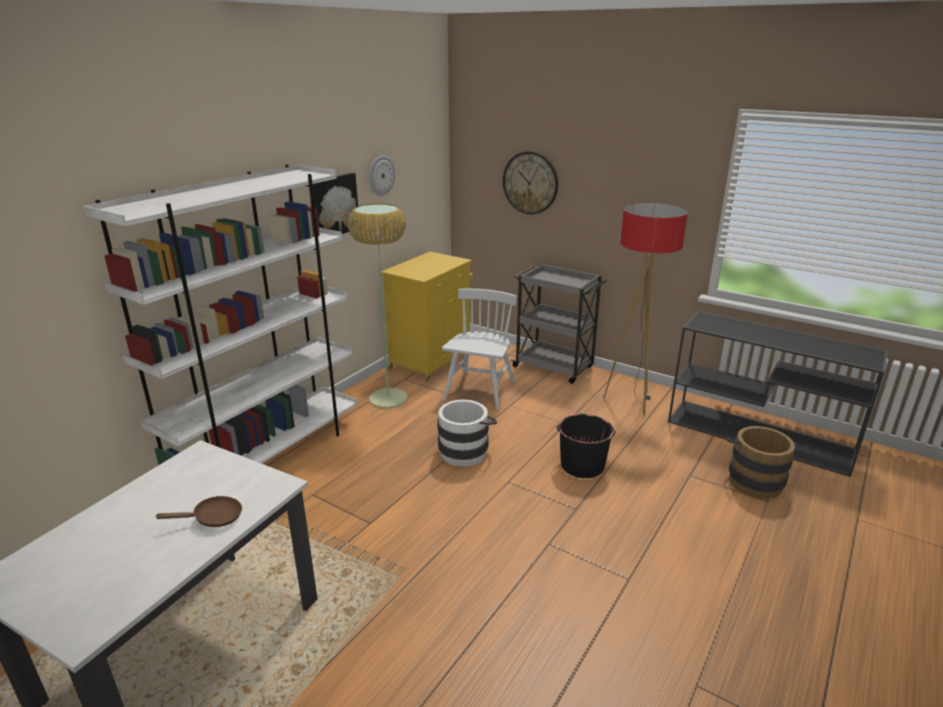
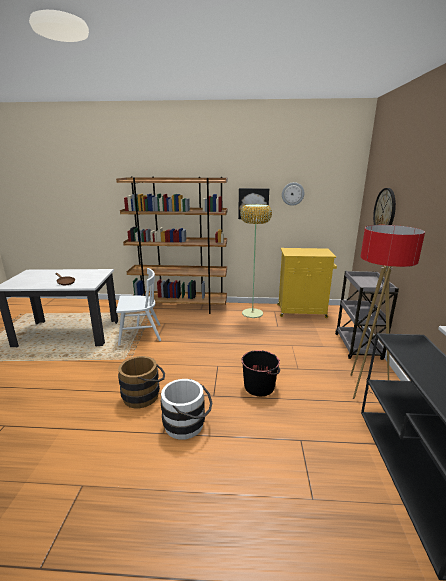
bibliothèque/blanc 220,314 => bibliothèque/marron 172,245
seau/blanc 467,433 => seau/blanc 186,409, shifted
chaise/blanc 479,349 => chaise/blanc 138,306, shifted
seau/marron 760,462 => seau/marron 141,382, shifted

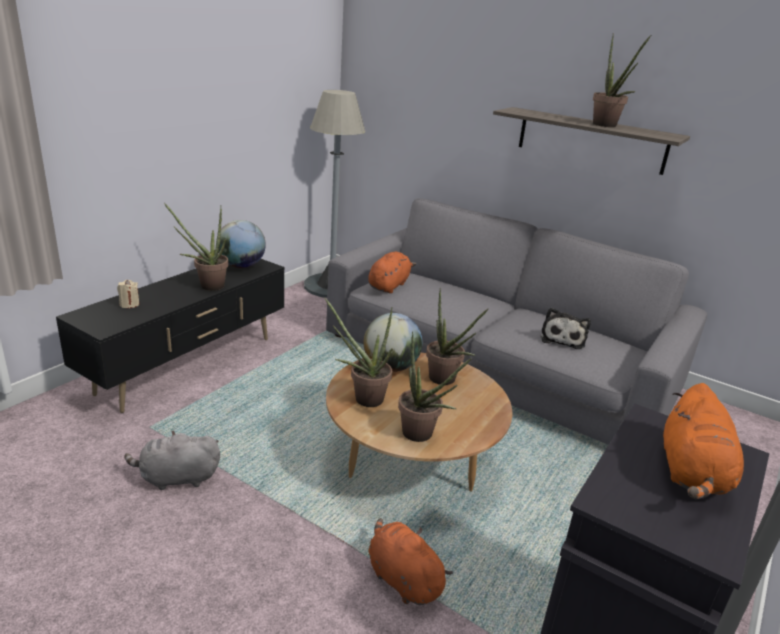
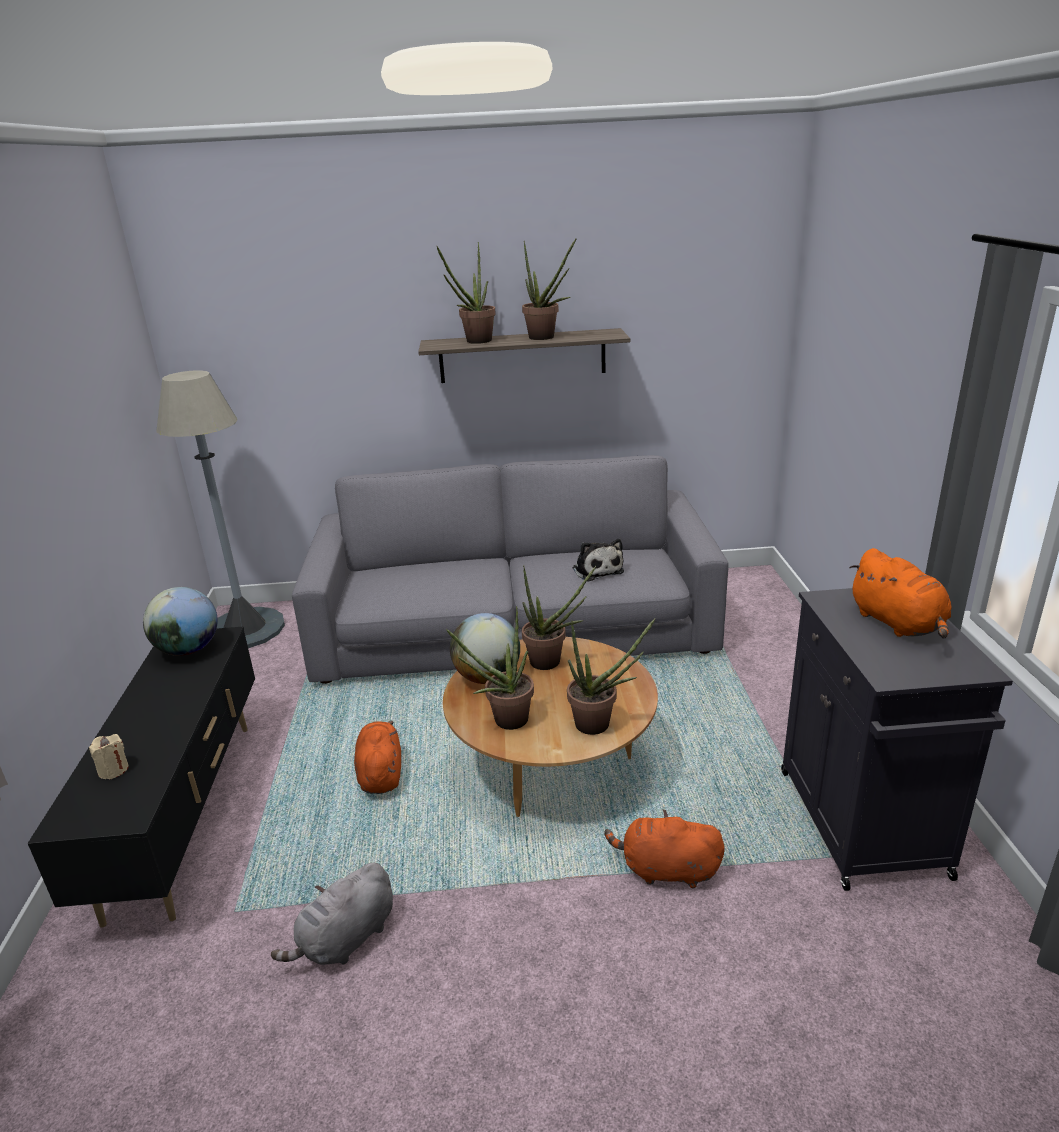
plante en pot 196,247 => plante en pot 466,293, shifted
peluche/orange 392,272 => peluche/orange 377,757, shifted

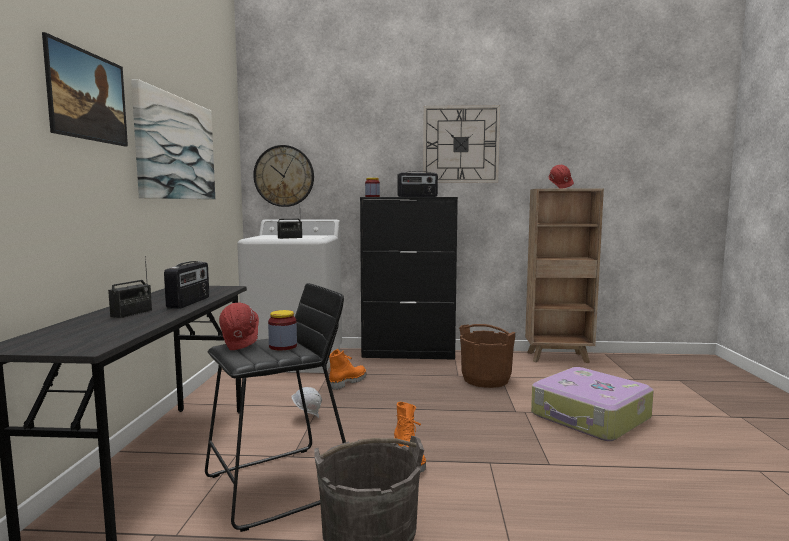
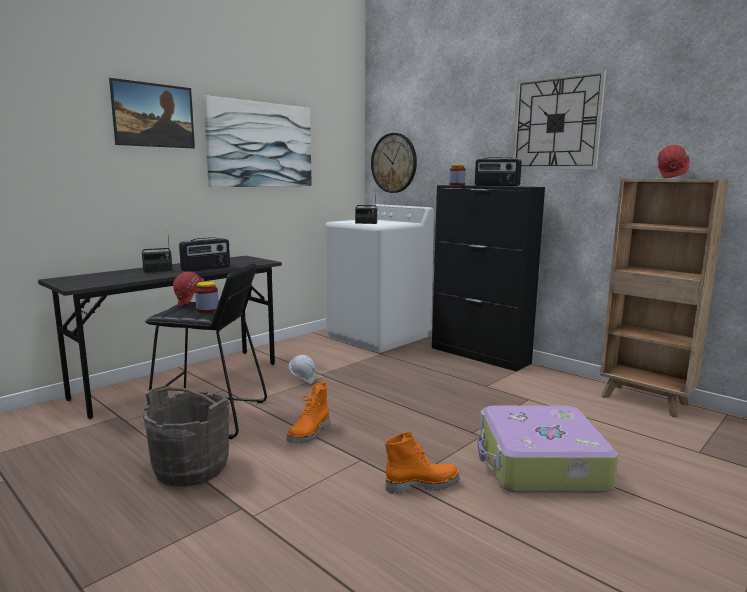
botte/orange 348,369 => botte/orange 422,462, shifted
seau/marron 487,356 => nothing

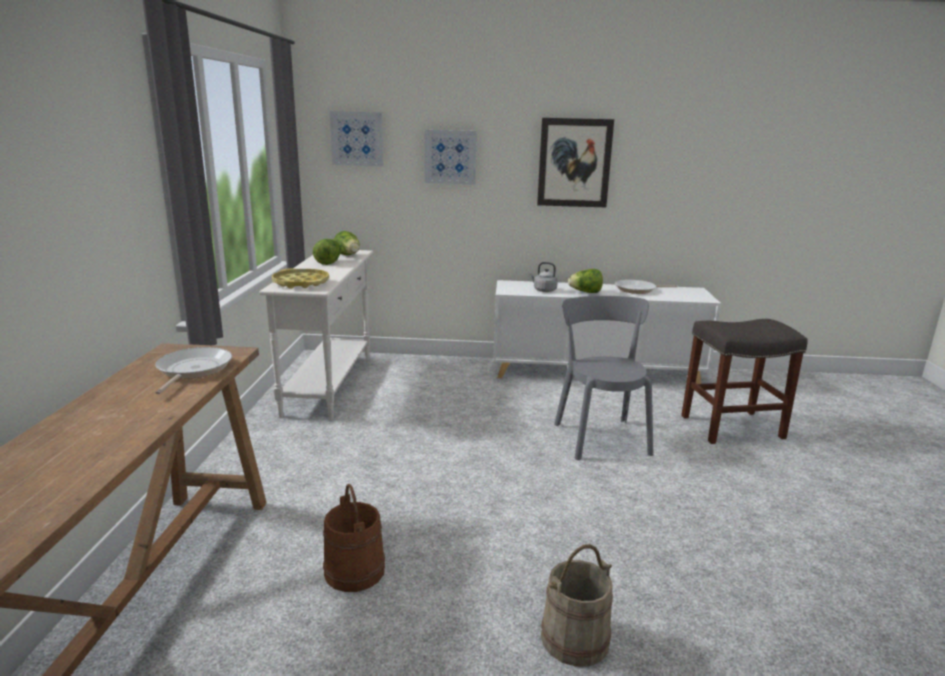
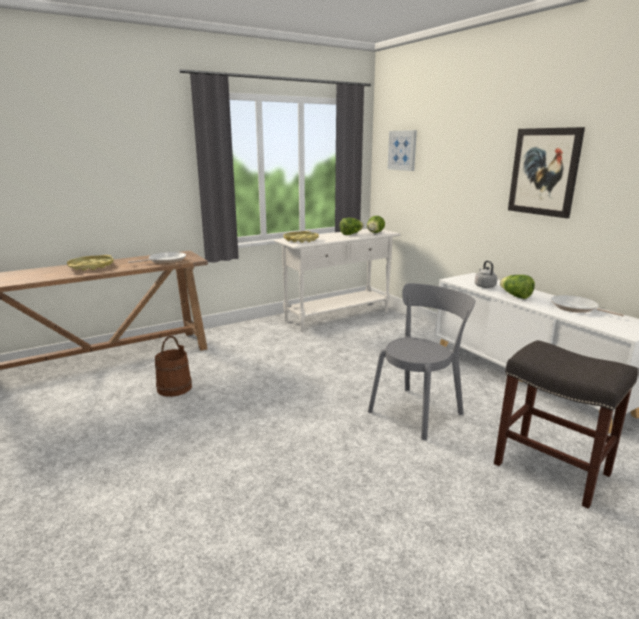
tableau 450,157 => nothing
seau/beige 577,605 => nothing
nothing => plateau/jaune 90,262

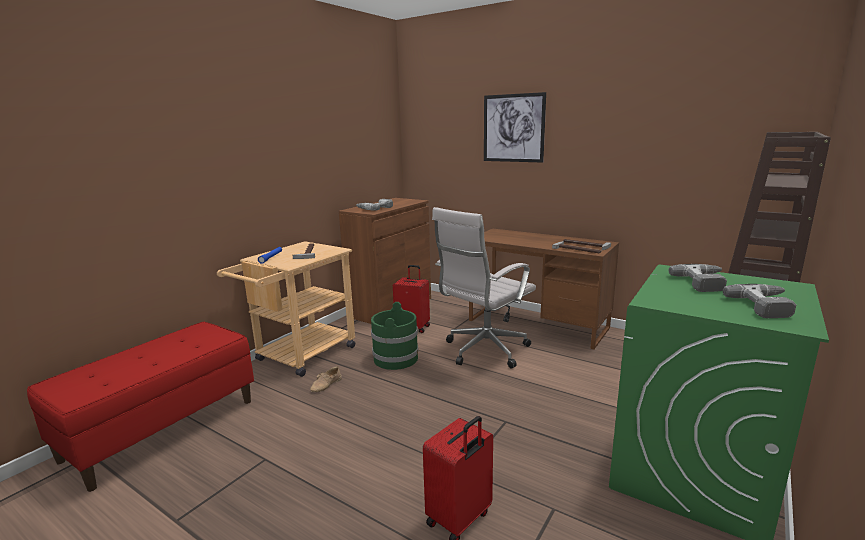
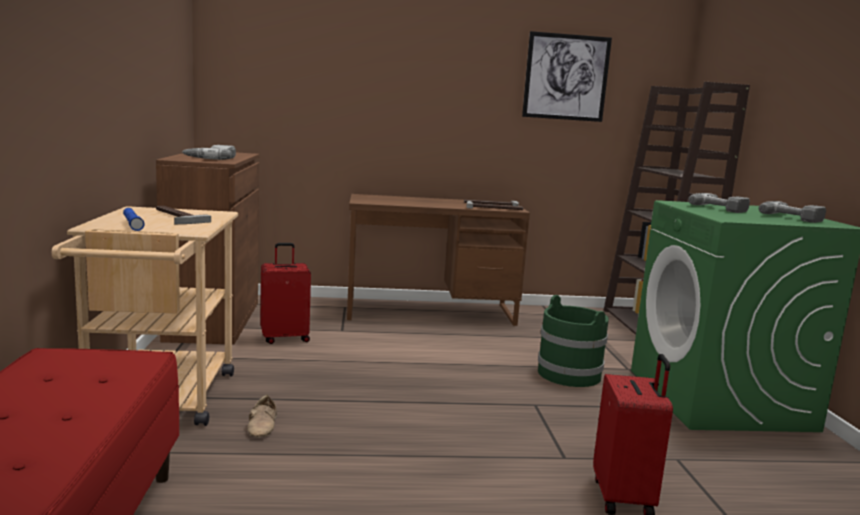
seau/vert 394,336 => seau/vert 573,341, shifted
chaise de bureau/blanc 484,287 => nothing
tableau 515,127 => tableau 567,76, shifted

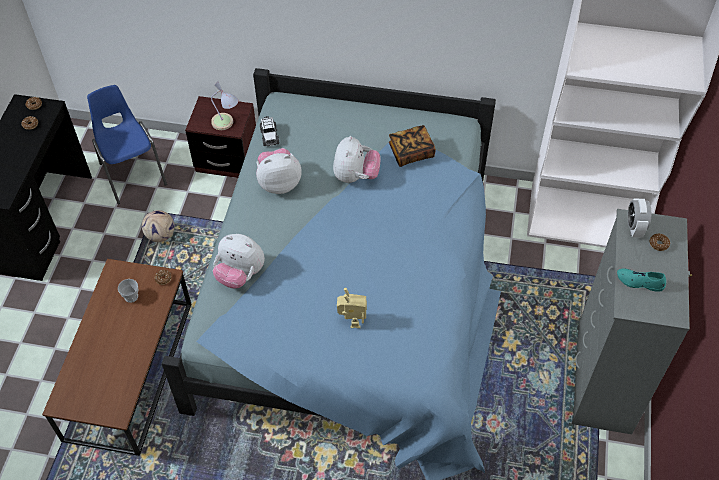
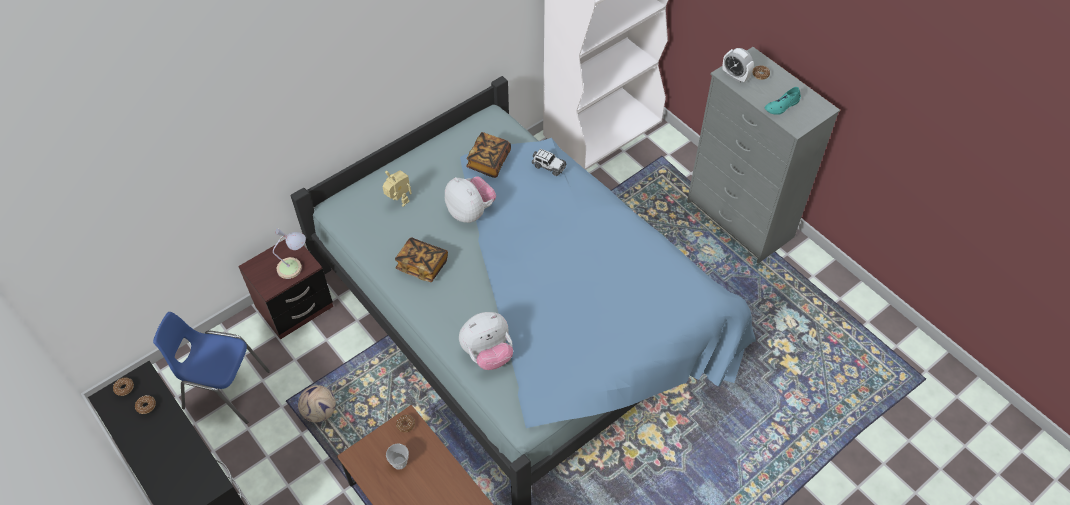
peluche 279,171 => livre 421,259
petite voiture 269,131 => petite voiture 549,162, shifted
robot jouet 352,308 => robot jouet 396,188, shifted

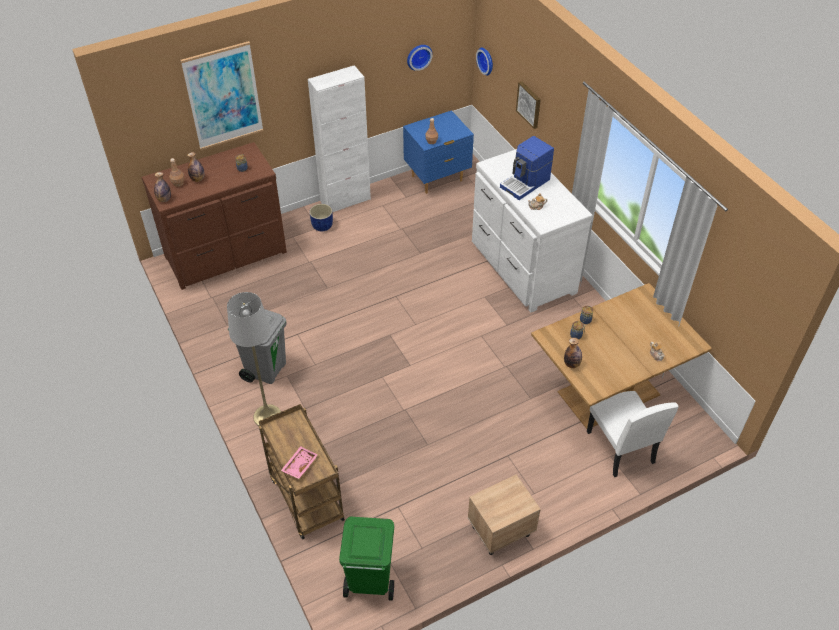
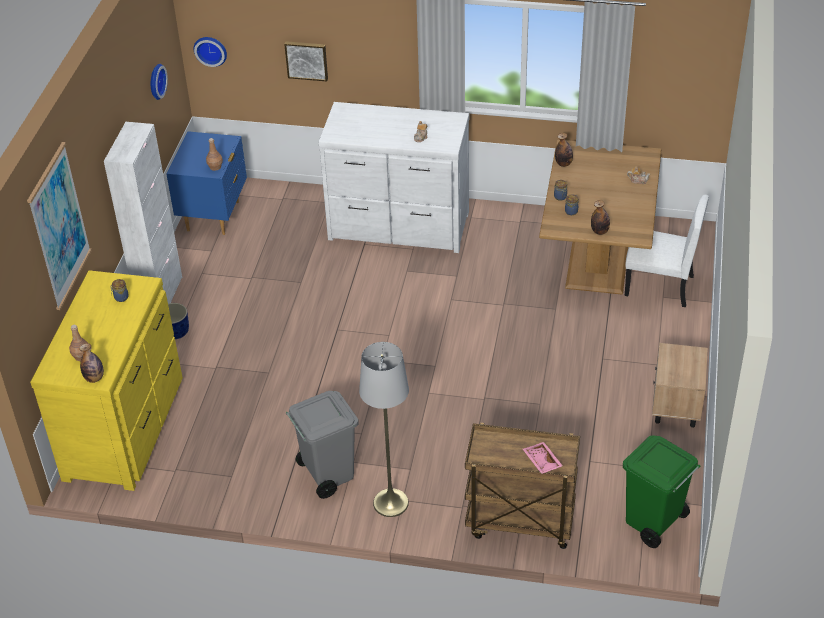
commode/marron 214,216 => commode/jaune 106,380
bouteille 196,167 => bouteille 564,150, shifted
machine à café 527,168 => nothing

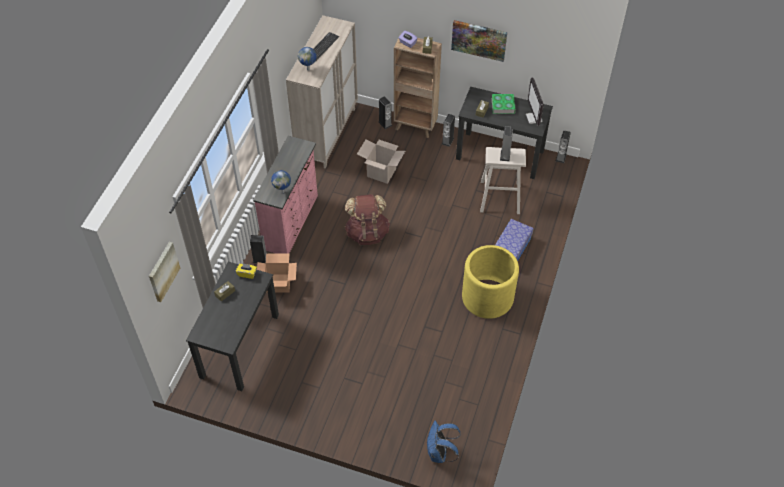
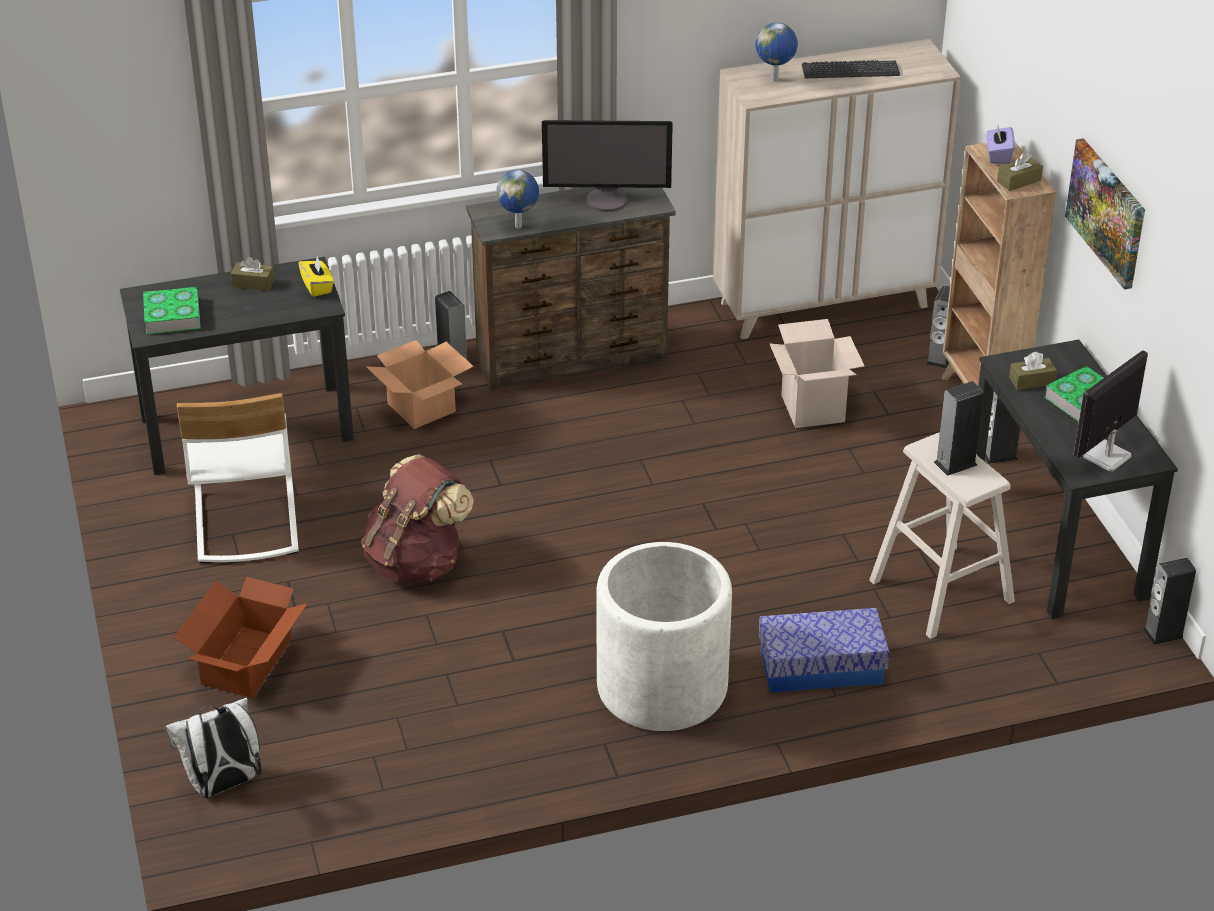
tableau 164,272 => nothing
commode/rose 285,195 => commode/marron 571,289
sac à dos/marron 367,219 => sac à dos/marron 417,518, shifted
sac à dos/bleu 443,441 => sac à dos/blanc 213,747
cache-pot/jaune 490,282 => cache-pot/blanc 664,636
nothing => livre 172,311
nothing => carton 241,637
nothing => chaise/blanc 238,478
nothing => écran d'ordinateur 607,166

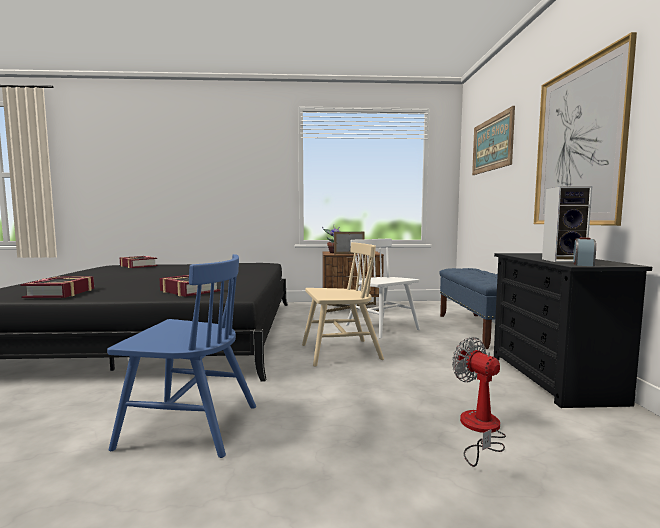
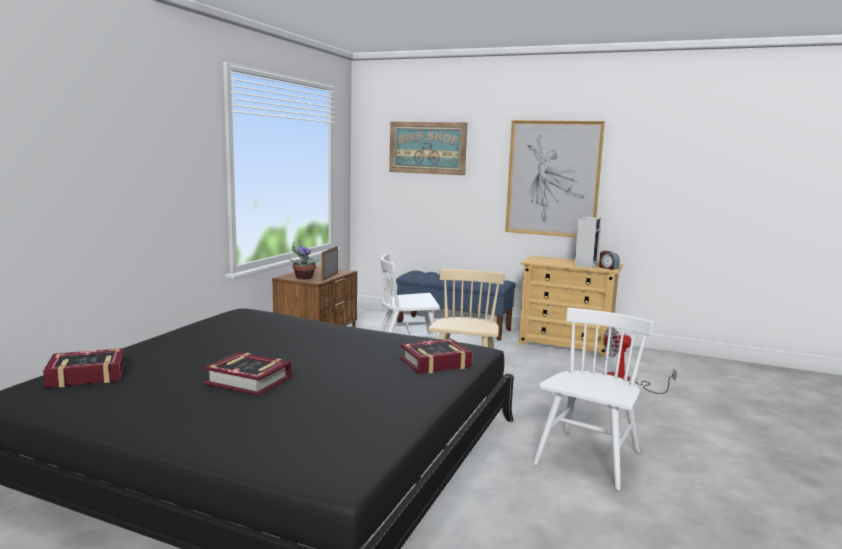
livre 57,287 => livre 247,374, shifted
chaise/bleu 181,356 => chaise/blanc 593,399
commode/noir 573,330 => commode/beige 571,306

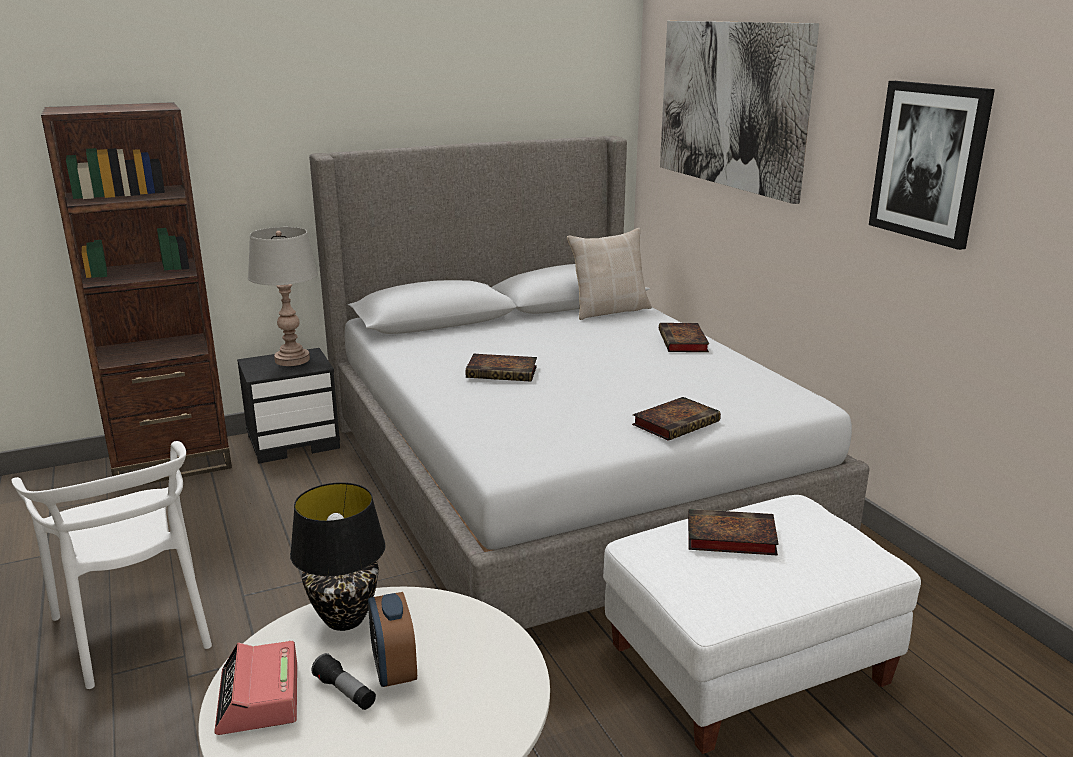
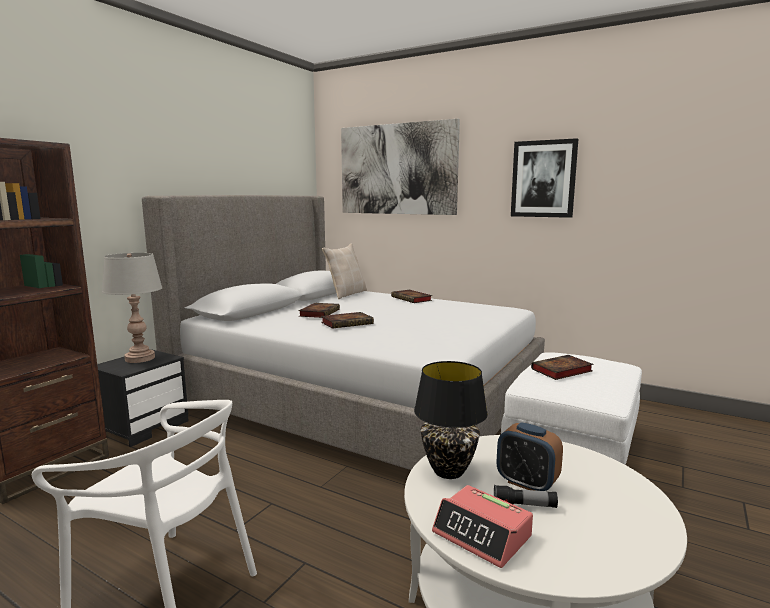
livre 676,419 => livre 319,310, shifted

